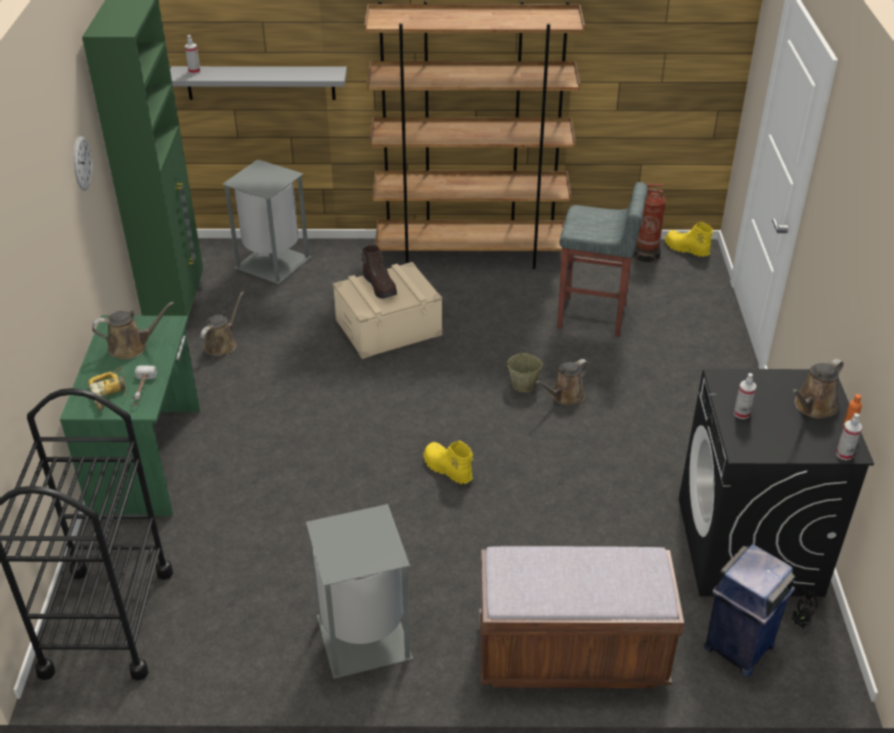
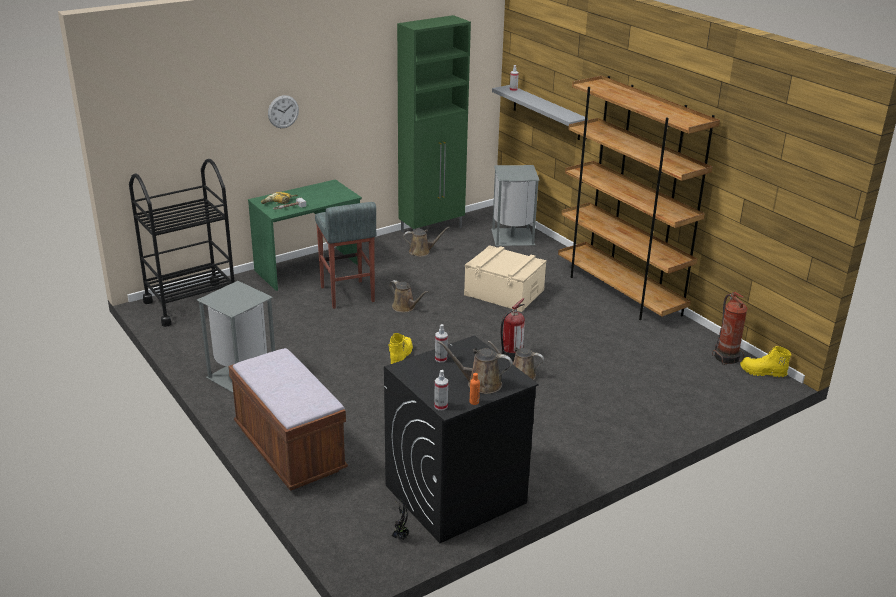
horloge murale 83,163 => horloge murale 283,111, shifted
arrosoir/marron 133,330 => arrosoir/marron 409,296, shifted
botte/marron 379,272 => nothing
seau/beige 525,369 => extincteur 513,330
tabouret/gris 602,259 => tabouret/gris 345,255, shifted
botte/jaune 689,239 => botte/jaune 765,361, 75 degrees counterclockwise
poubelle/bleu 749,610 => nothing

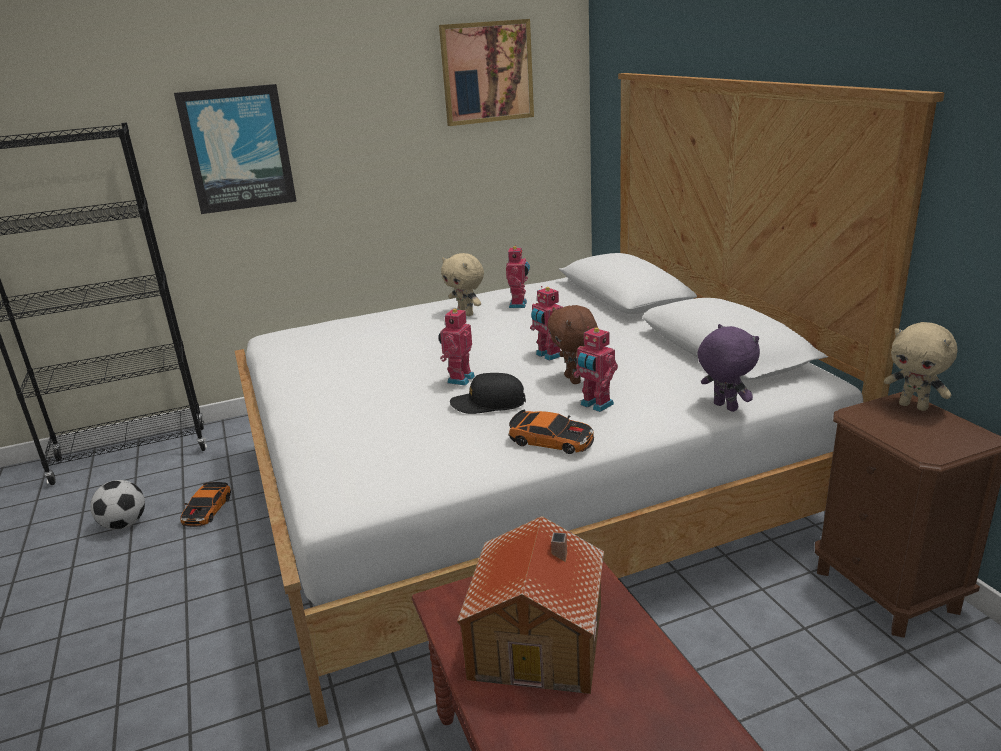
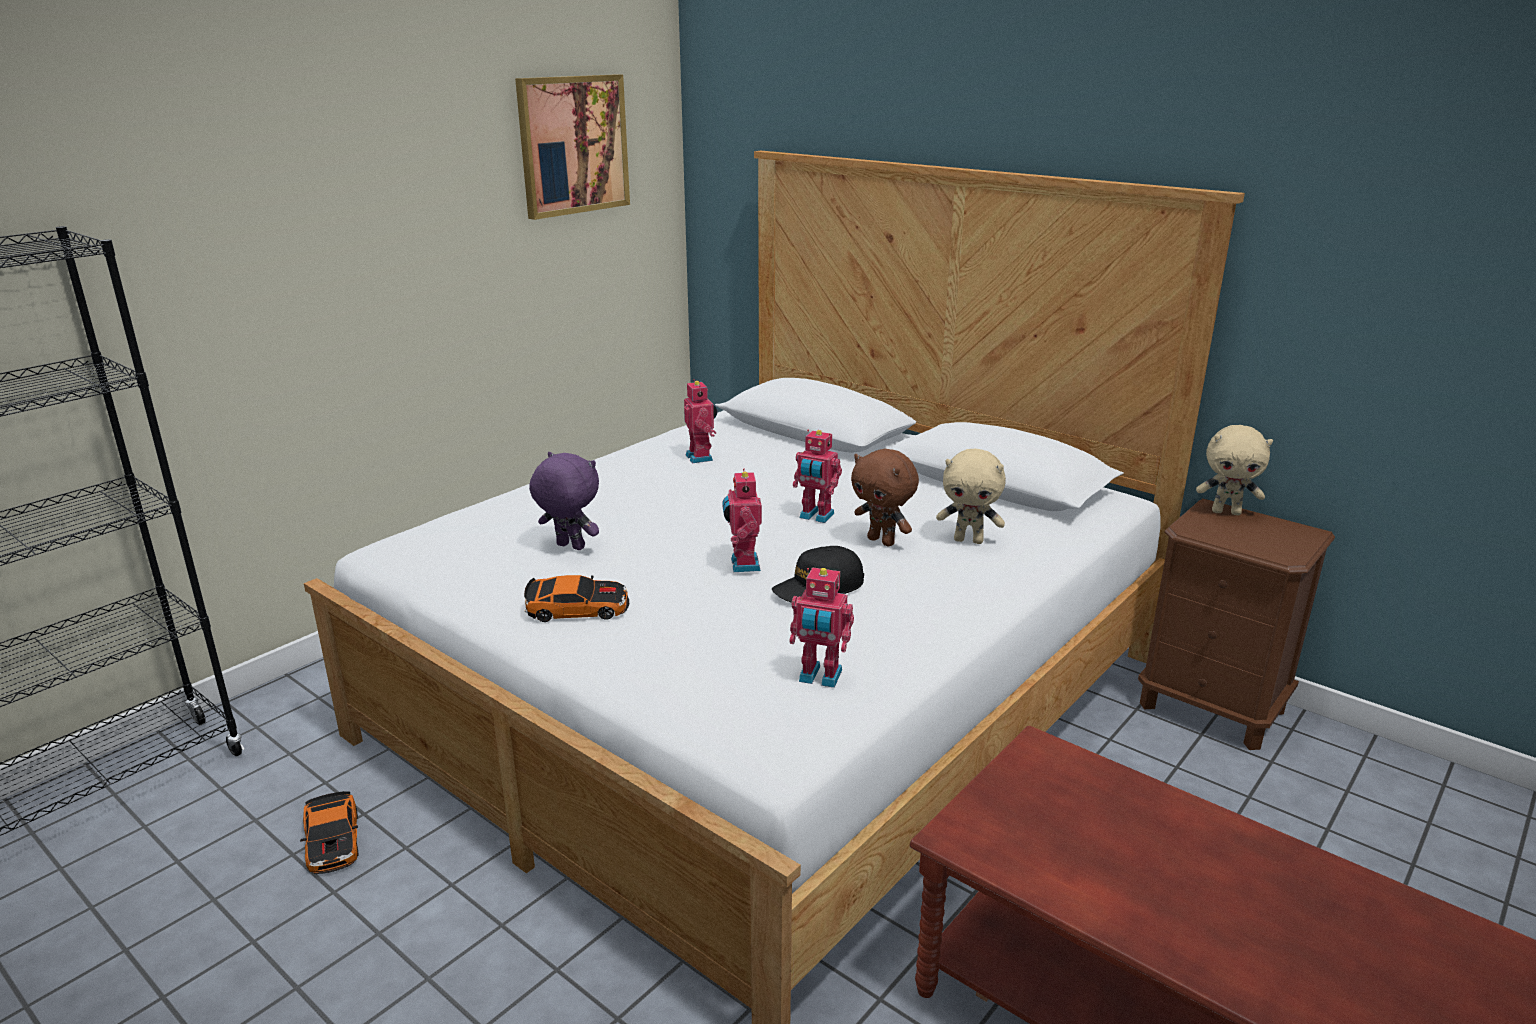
ballon de foot 117,505 => nothing
tableau 235,149 => nothing
peluche/beige 462,284 => peluche/beige 971,496, shifted
maison miniature 530,605 => nothing
petite voiture 551,431 => petite voiture 576,598, shifted
robot jouet 596,369 => robot jouet 822,627, shifted
peluche/violet 729,368 => peluche/violet 564,501, shifted

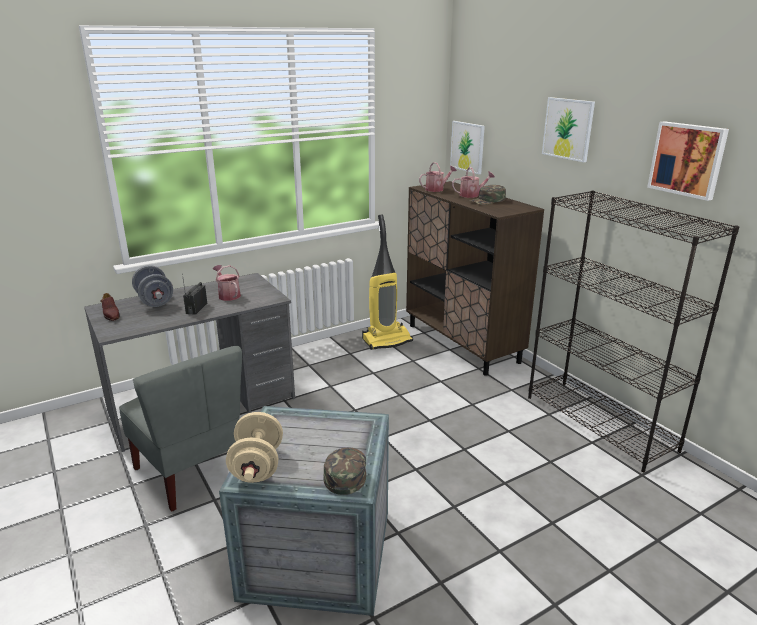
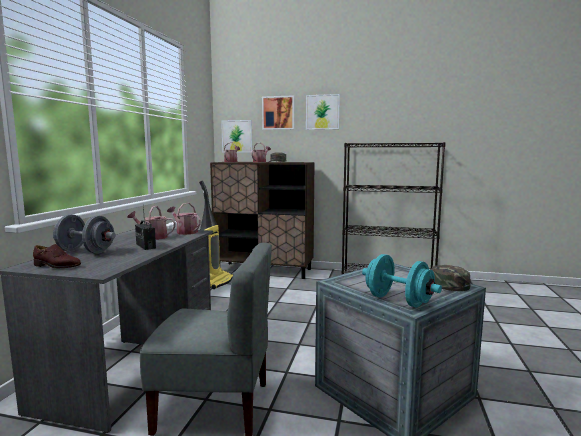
haltère/beige 254,447 => haltère/turquoise 402,280
tableau 688,161 => tableau 278,112, shifted
nothing => arrosoir 184,219

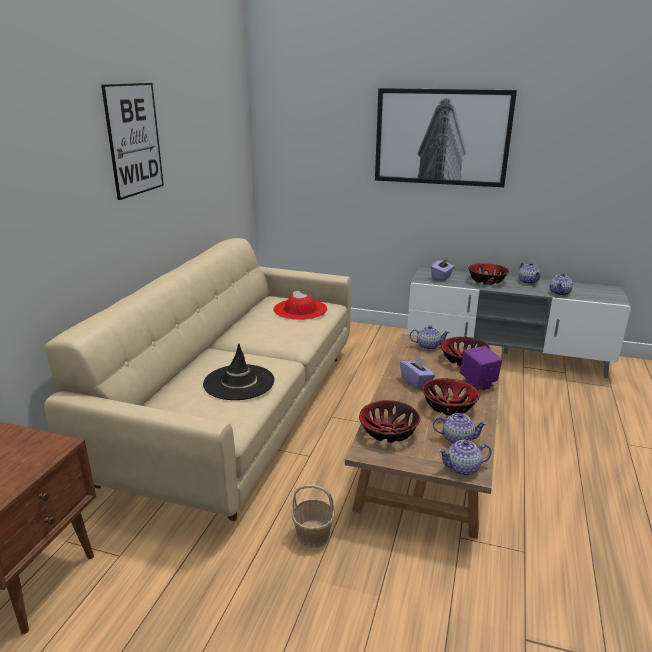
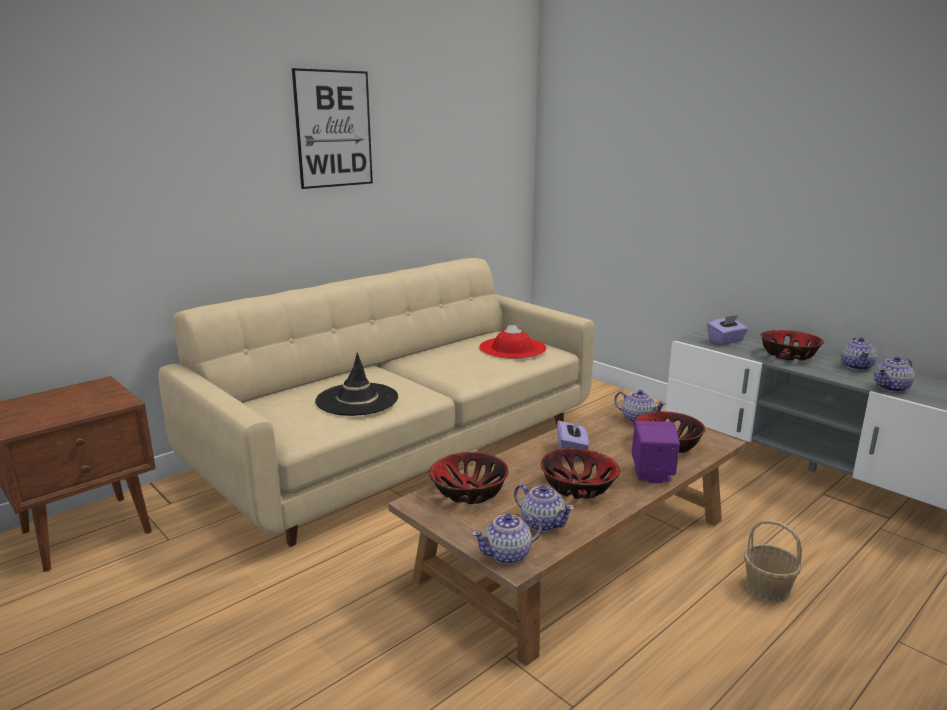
panier 313,516 => panier 773,561, shifted
tableau 446,137 => nothing
théière 465,458 => théière 507,539, 45 degrees counterclockwise

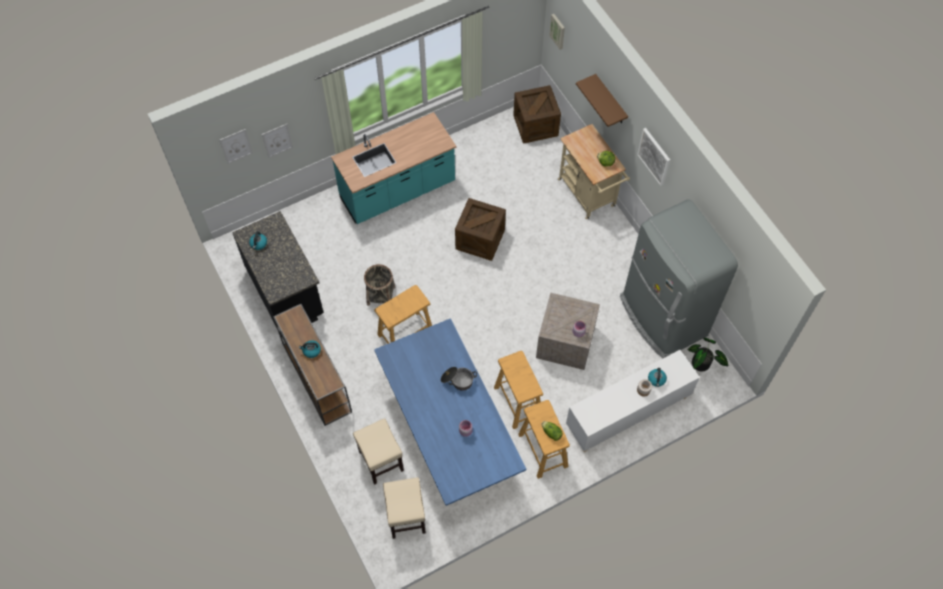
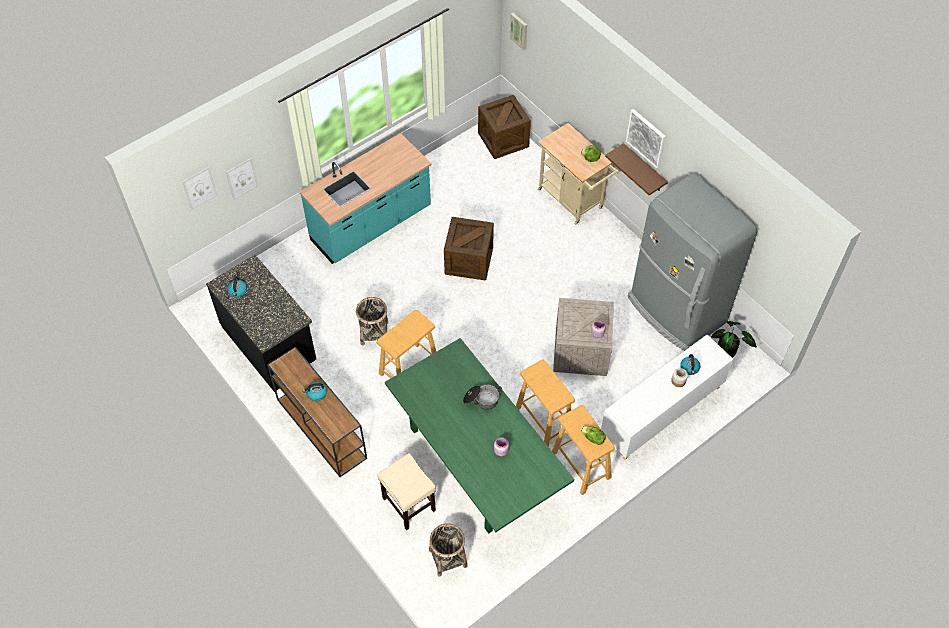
table à manger/bleu 450,412 => table à manger/vert 479,436
tabouret/beige 404,508 => panier 448,550
étagère/marron 602,100 => étagère/marron 636,169, shifted

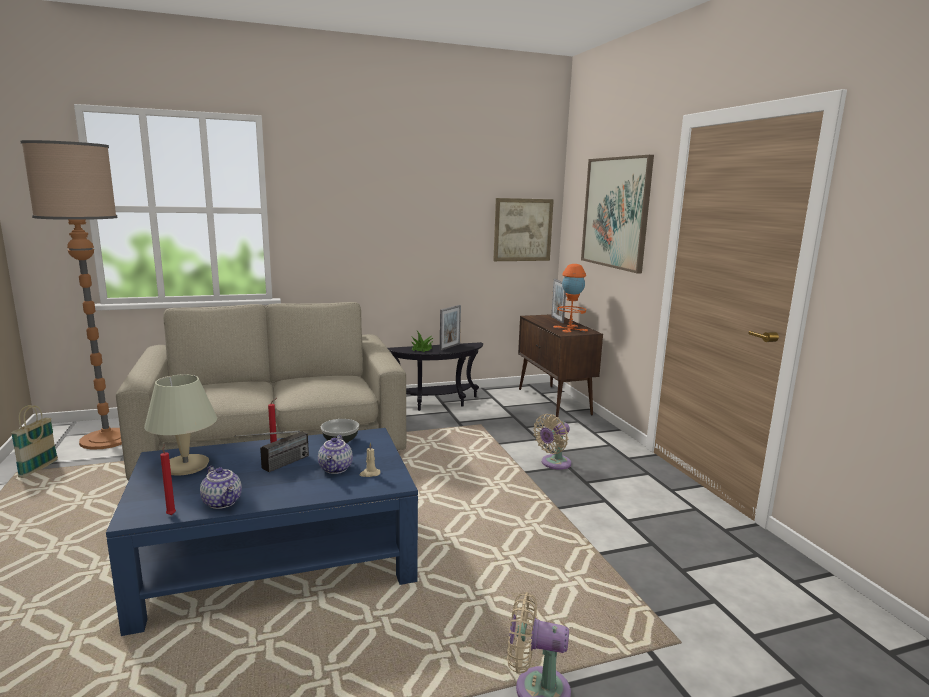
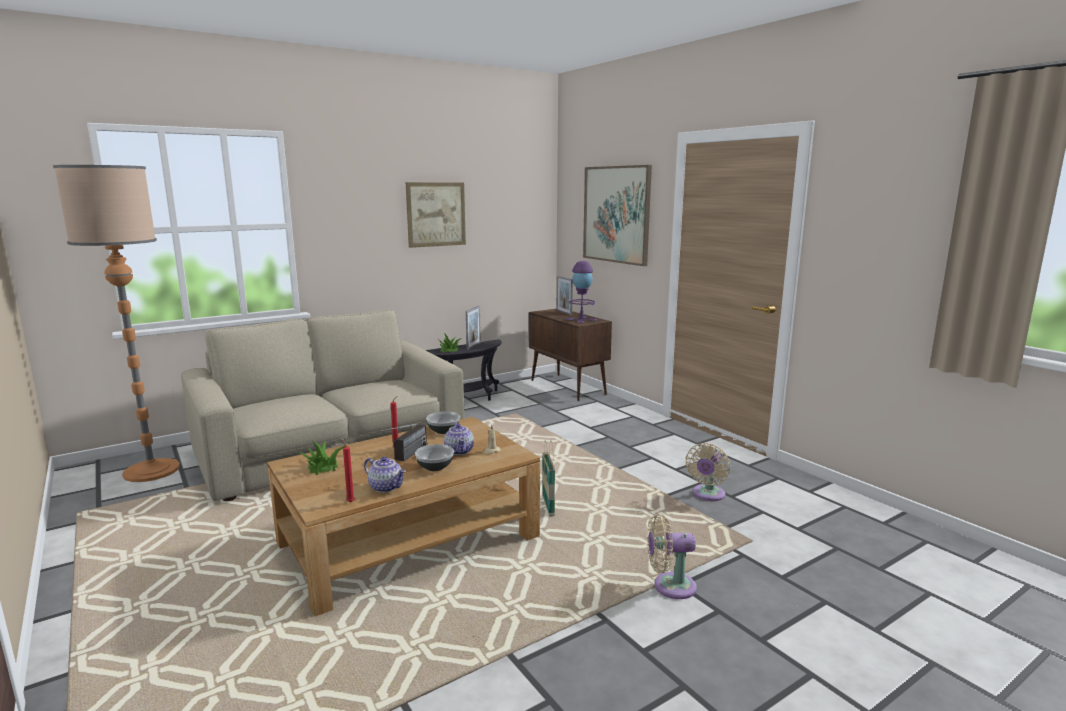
panier 34,441 => panier 548,478, shifted
table basse/bleu 262,532 => table basse/marron 403,516
lampe de table/beige 180,425 => plante en pot 323,457
tableau 523,229 => tableau 436,215, shifted
ventilateur/beige 552,442 => ventilateur/beige 708,472, shifted
lampe de table/orange 570,298 => lampe de table/violet 581,292
nothing => bol 434,457

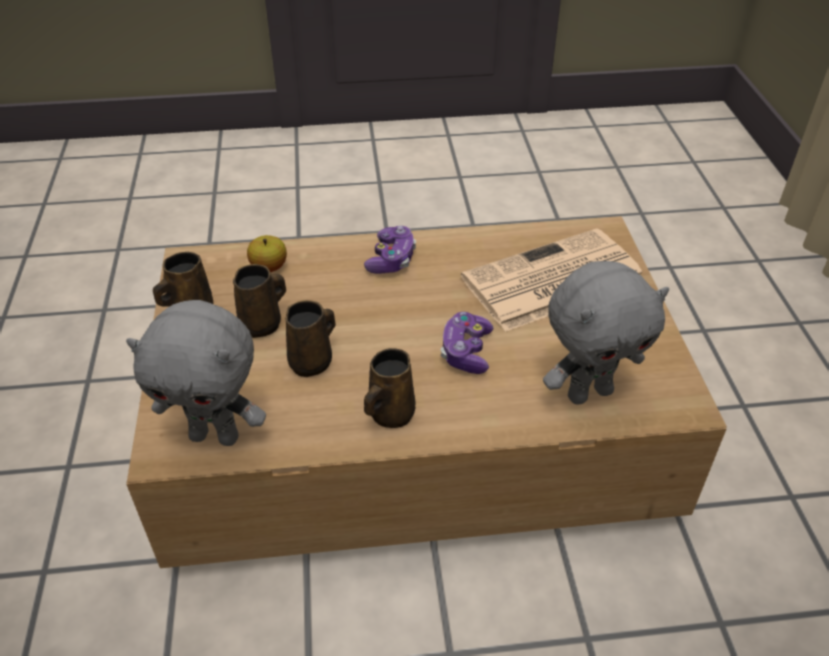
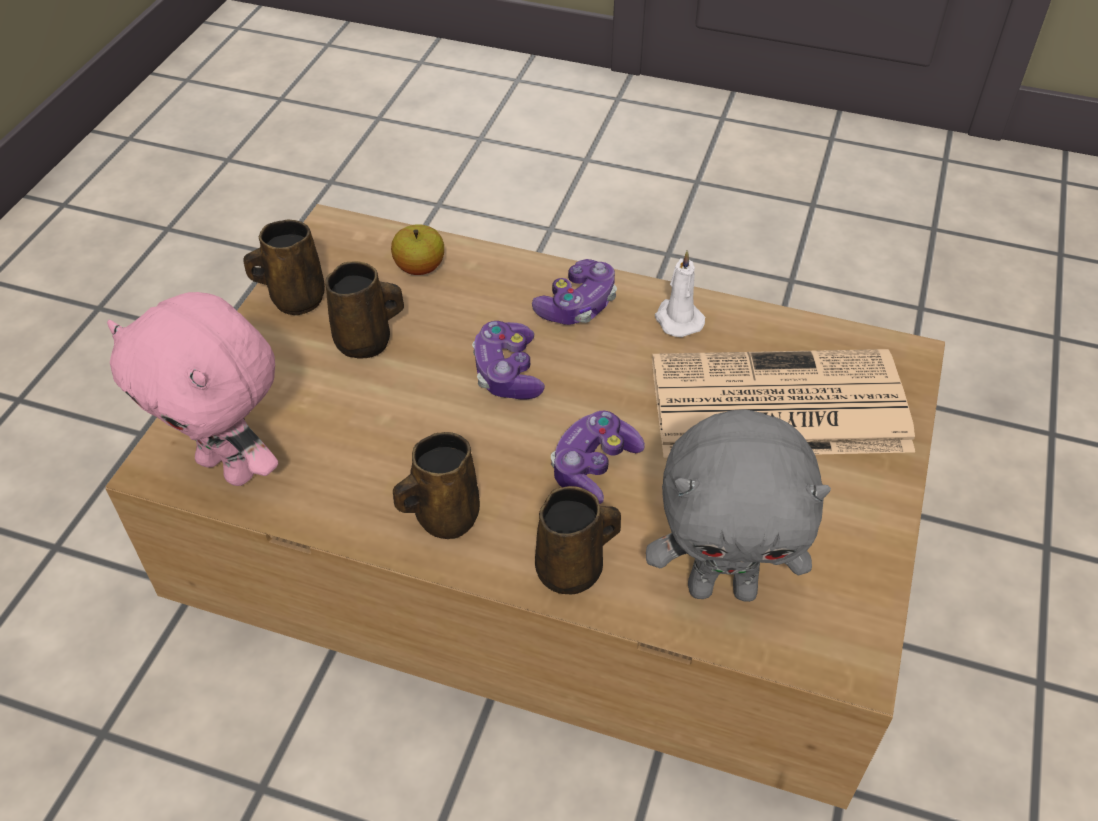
peluche/gris 196,373 => peluche/rose 192,389
mug/marron 310,338 => mug/marron 578,540, shifted
nothing => manette 508,360
nothing => bougie/blanc 680,293

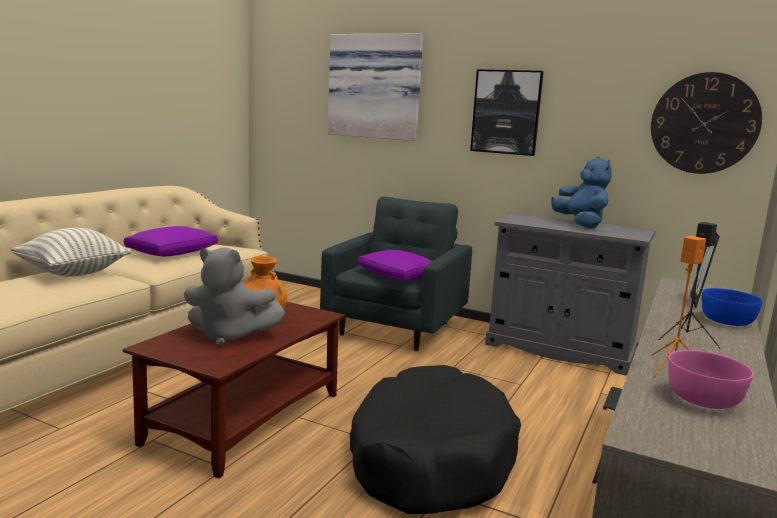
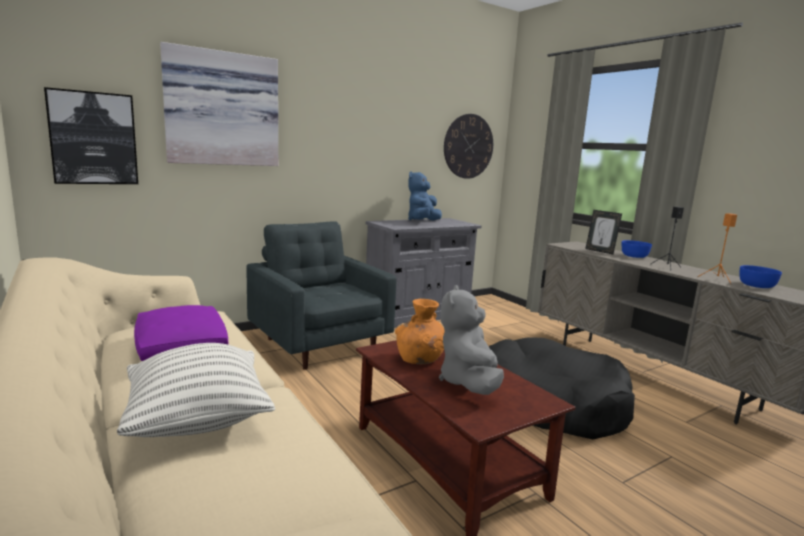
peluche/gris 235,296 => peluche/gris 471,340, 150 degrees clockwise
coussin/violet 395,265 => nothing
tableau 507,112 => tableau 91,135, shifted
peluche/bleu 581,192 => peluche/bleu 425,195, 75 degrees counterclockwise
bol/rose 710,379 => bol/bleu 761,276

